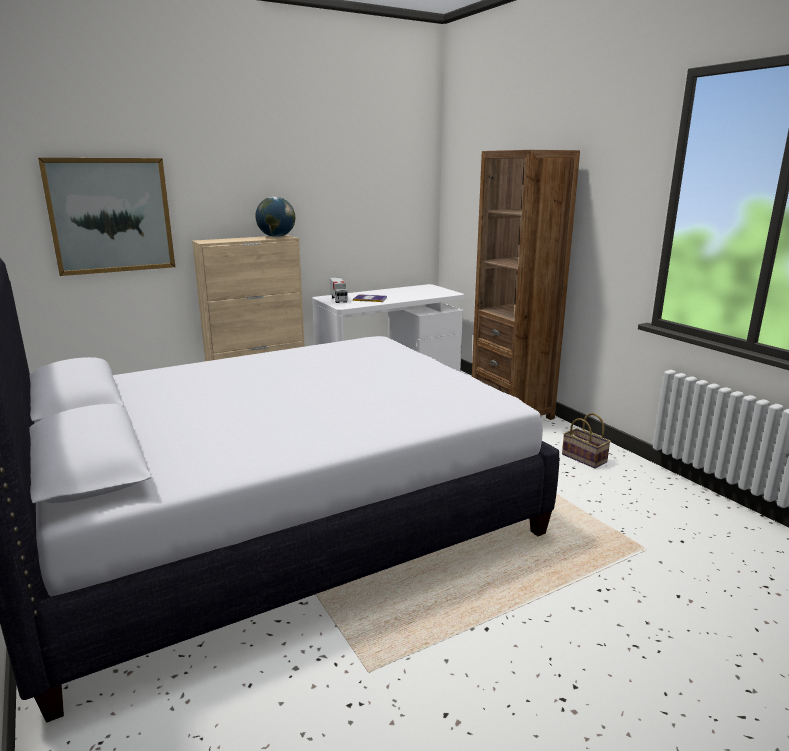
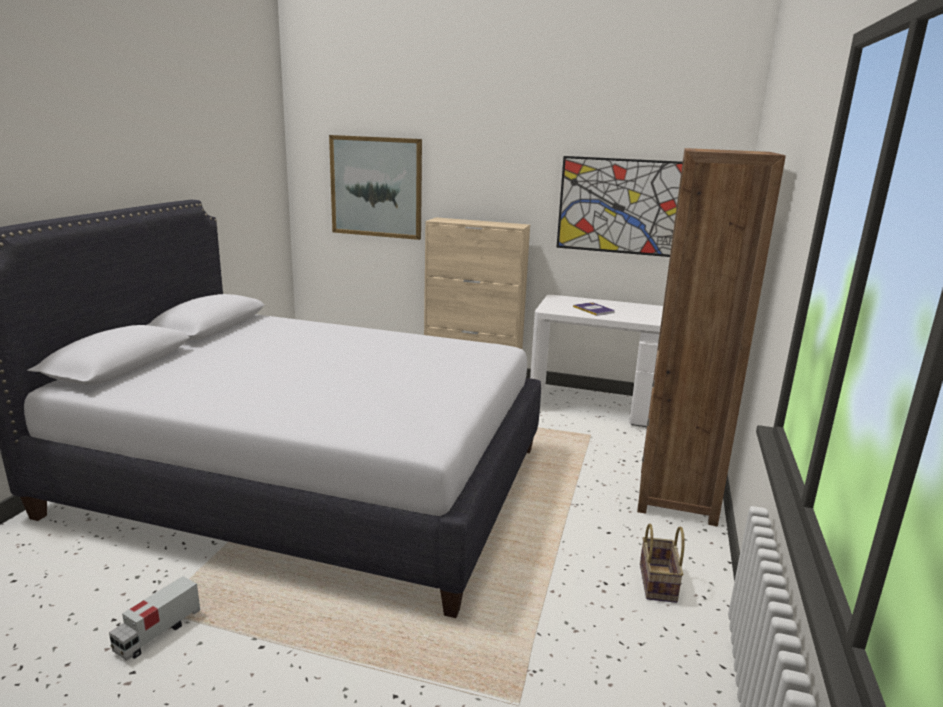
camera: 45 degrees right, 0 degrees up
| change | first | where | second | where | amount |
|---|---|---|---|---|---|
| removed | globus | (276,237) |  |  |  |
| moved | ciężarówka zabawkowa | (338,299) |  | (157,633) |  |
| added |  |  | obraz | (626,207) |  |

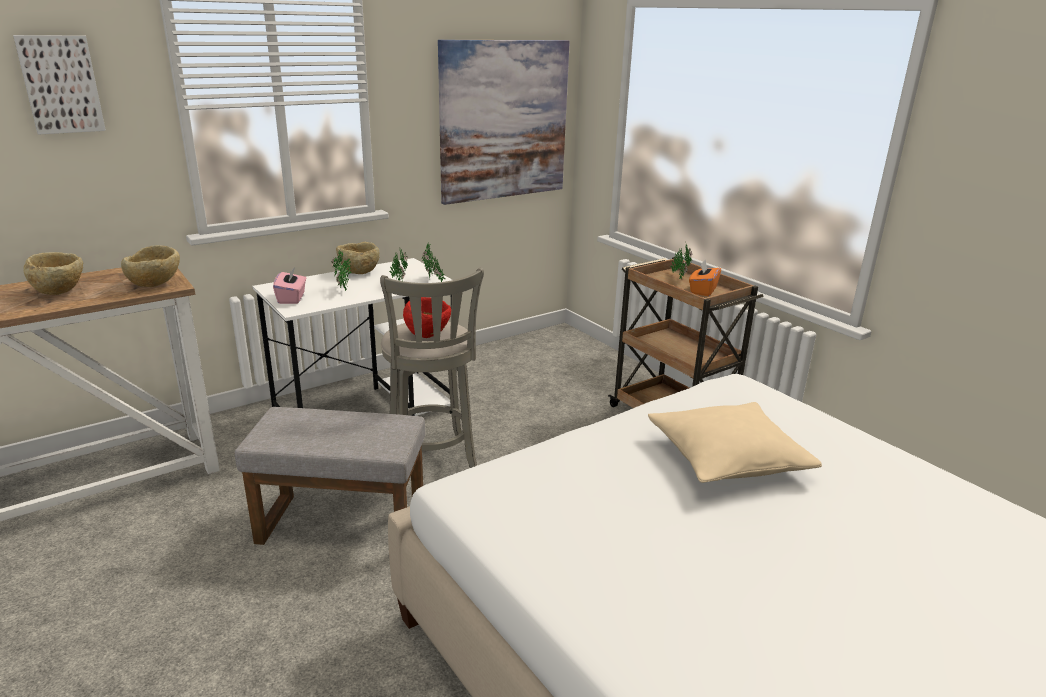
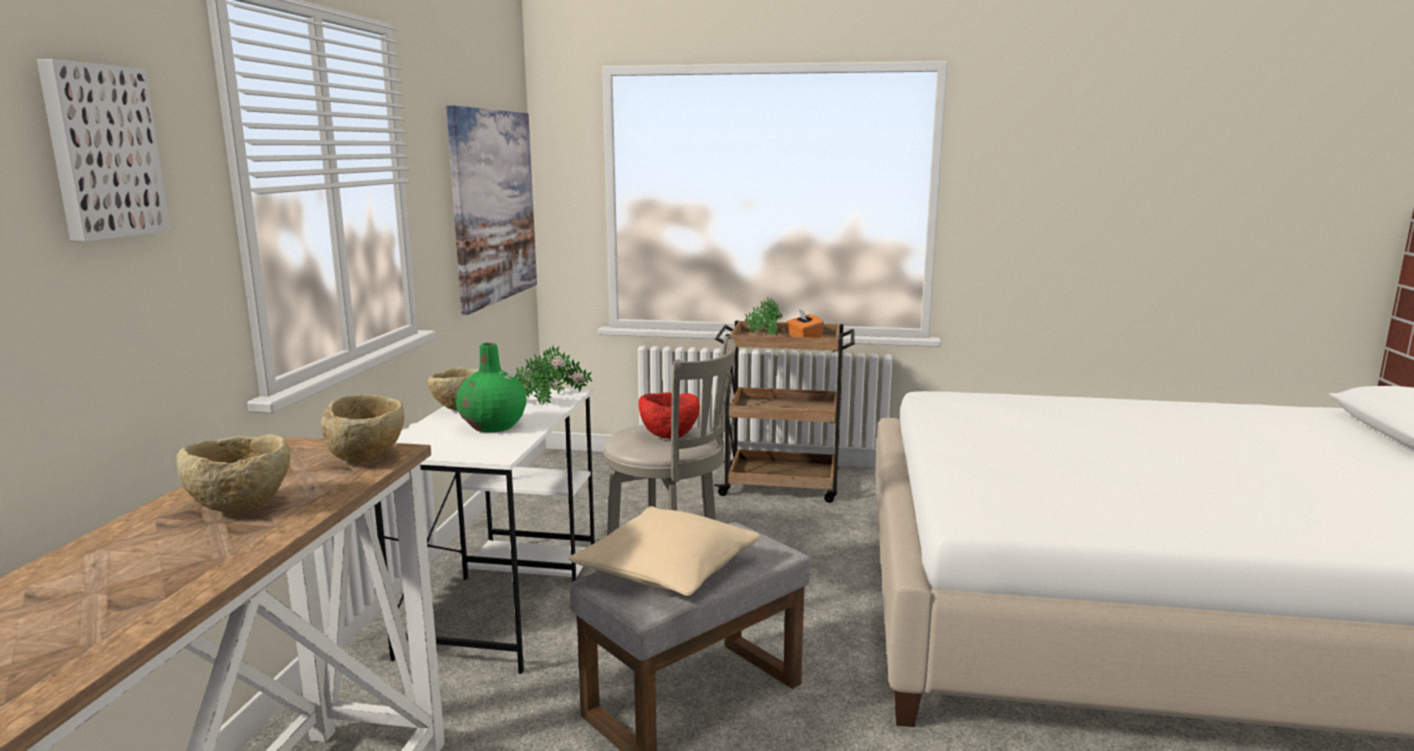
camera: 45 degrees left, 10 degrees down
| change | first | where | second | where | amount |
|---|---|---|---|---|---|
| removed | pudełko chusteczek [różowy] | (292,298) |  |  |  |
| replaced | roślina doniczkowa | (342,290) | wazon [zielony] | (493,426) |  |
| moved | poduszka [beżowy] | (727,458) |  | (667,571) |  |

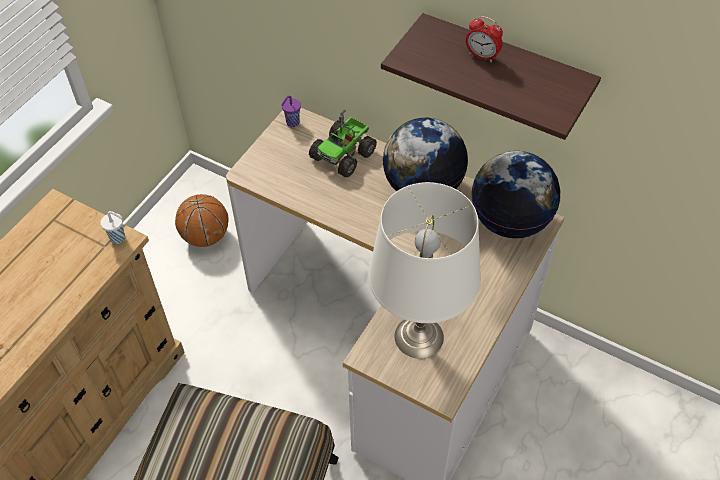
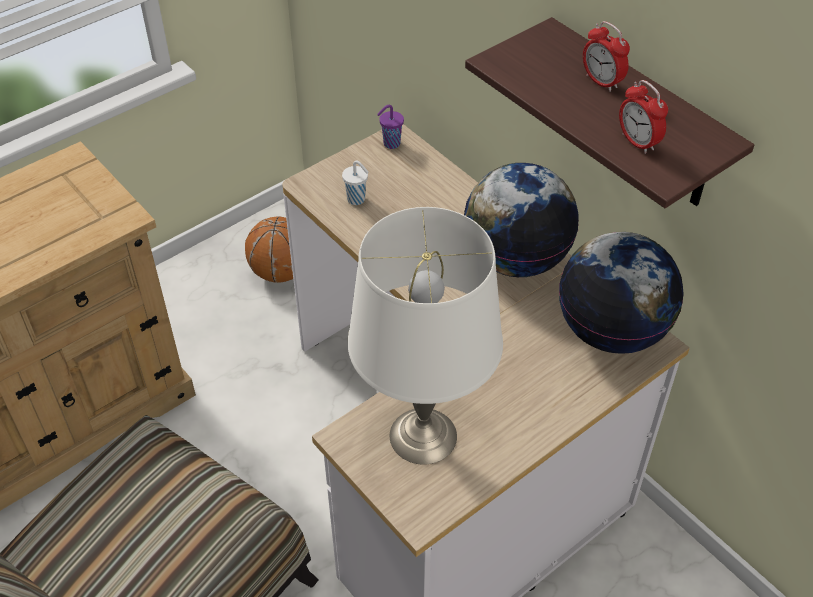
camera: 20 degrees right, 5 degrees down
| change | first | where | second | where | amount |
|---|---|---|---|---|---|
| moved | filiżanka [biały] | (119,238) |  | (357,200) |  |
| removed | ciężarówka zabawkowa | (344,154) |  |  |  |
| added |  |  | budzik | (638,142) |  |

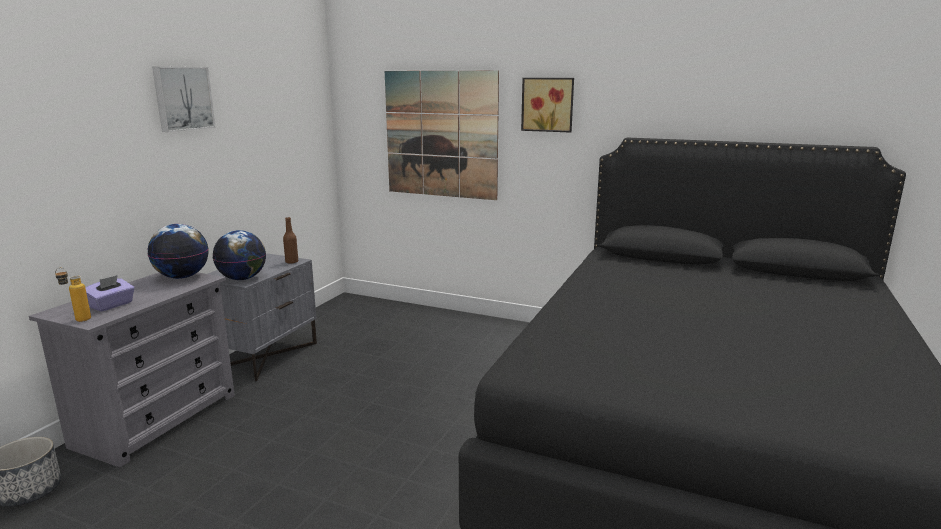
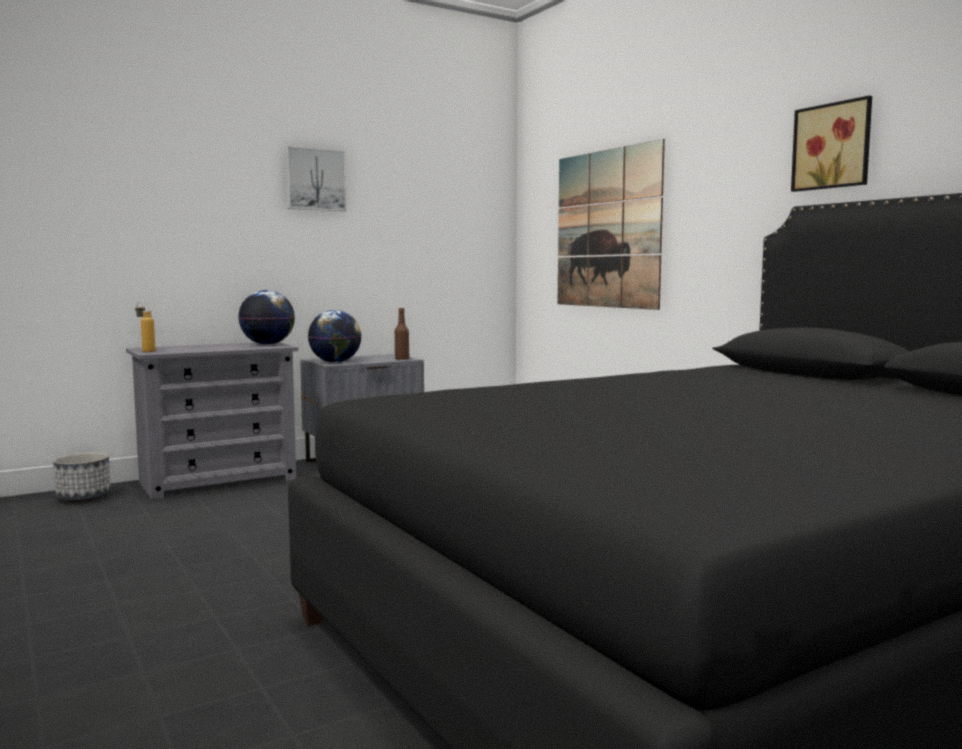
camera: 35 degrees right, 10 degrees down
| change | first | where | second | where | amount |
|---|---|---|---|---|---|
| removed | pudełko chusteczek [fioletowy] | (112,305) |  |  |  |
| moved | obraz | (548,104) |  | (833,146) |  |

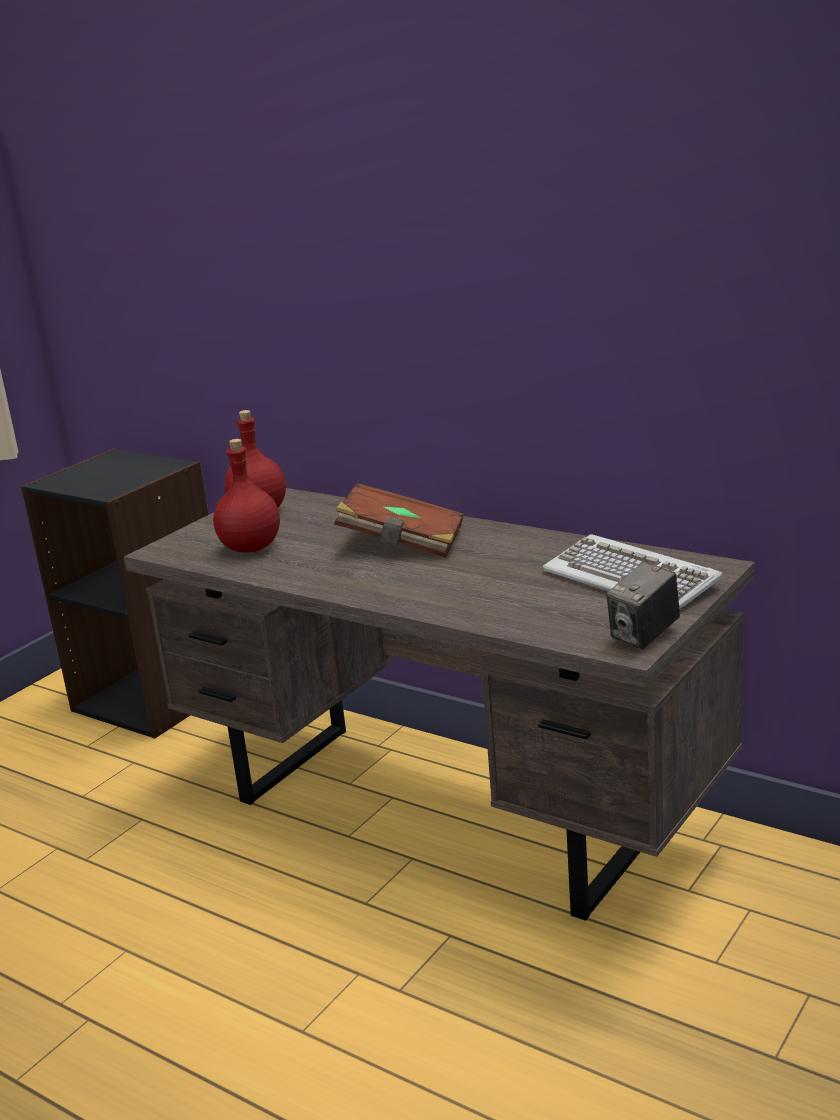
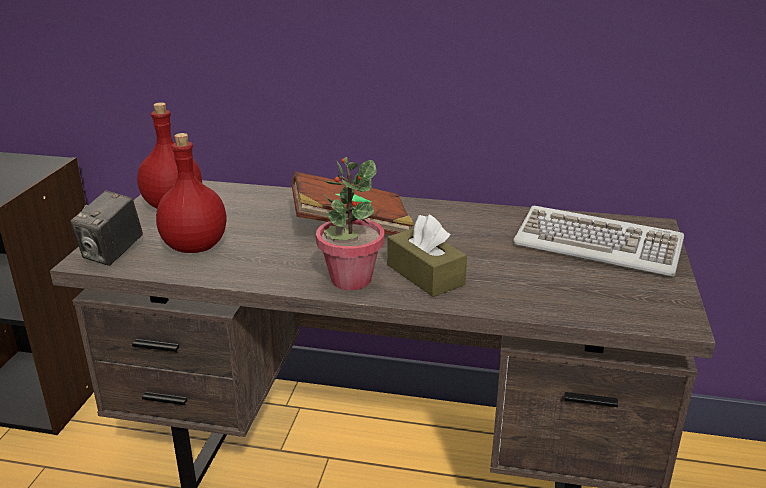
camera: 25 degrees left, 5 degrees up
| change | first | where | second | where | amount |
|---|---|---|---|---|---|
| moved | aparat fotograficzny | (644,636) |  | (113,254) |  |
| added |  |  | roślina doniczkowa | (350,280) |  |
| added |  |  | pudełko chusteczek [brązowy] | (425,275) |  |

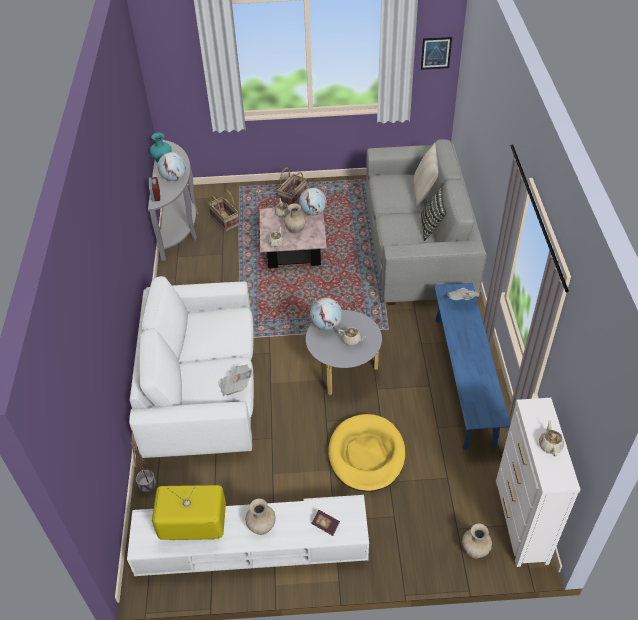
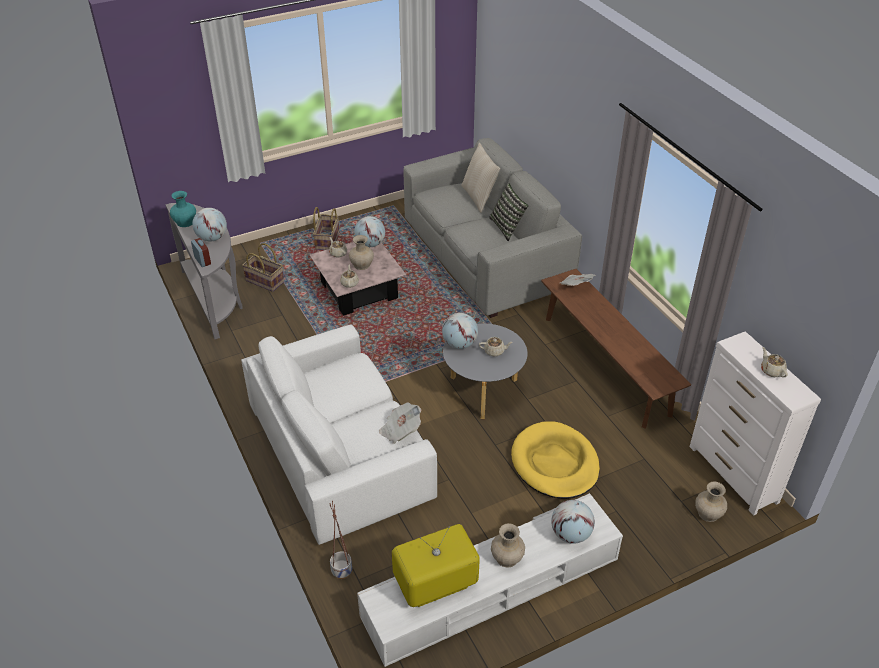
camera: 25 degrees left, 5 degrees down
| change | first | where | second | where | amount |
|---|---|---|---|---|---|
| replaced | książka | (325,525) | globus | (571,534) |  |
| removed | obraz | (436,53) |  |  |  |
| recoloured | ławka [niebieski] | (464,379) | ławka [brązowy] | (605,365) |  |

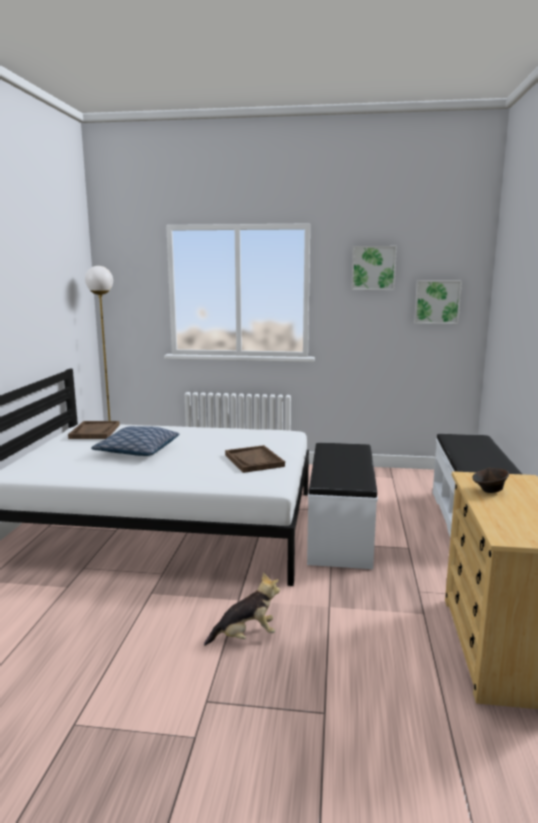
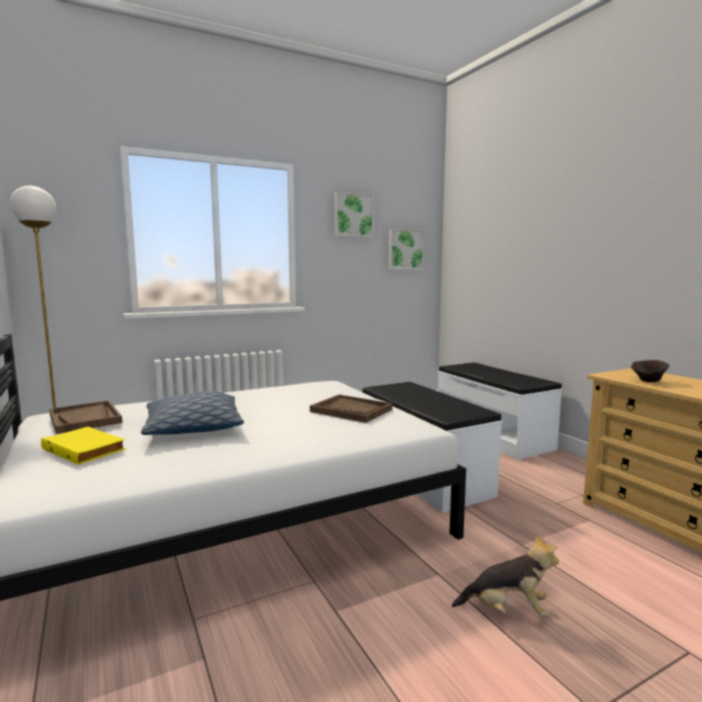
camera: 35 degrees left, 5 degrees down
| change | first | where | second | where | amount |
|---|---|---|---|---|---|
| turned | pluszak | (246,636) |  | (507,610) | 60 degrees clockwise |
| added |  |  | książka [żółty] | (86,449) |  |

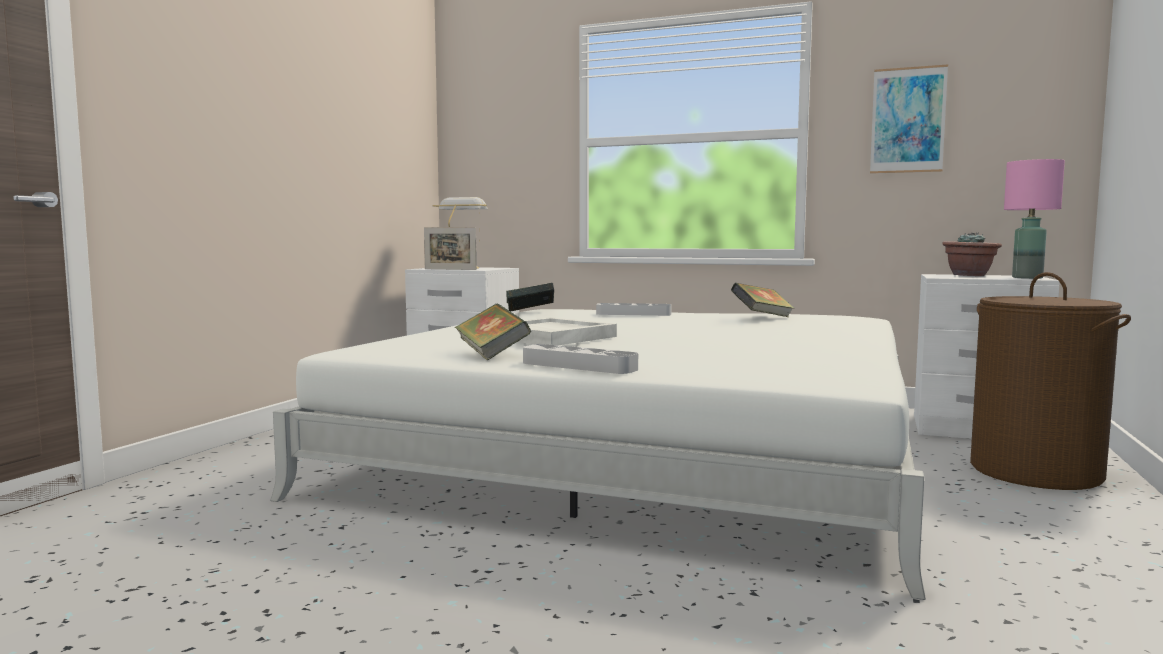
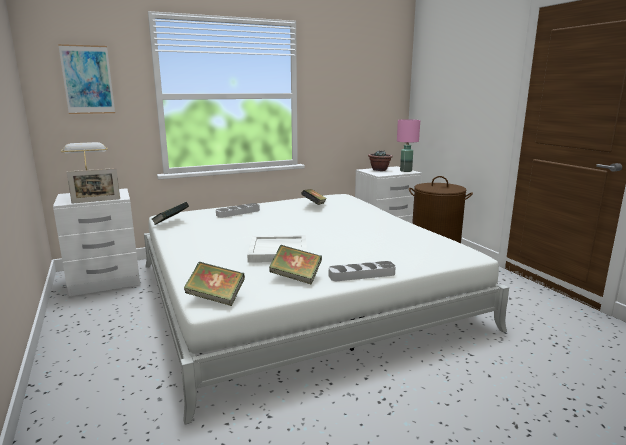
camera: 45 degrees left, 10 degrees up
| change | first | where | second | where | amount |
|---|---|---|---|---|---|
| moved | obraz | (908,120) |  | (87,80) |  |
| added |  |  | książka | (216,298) |  |

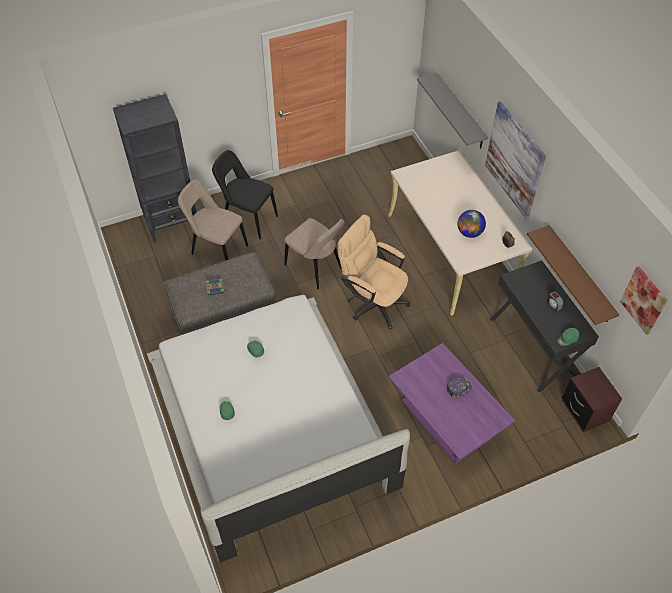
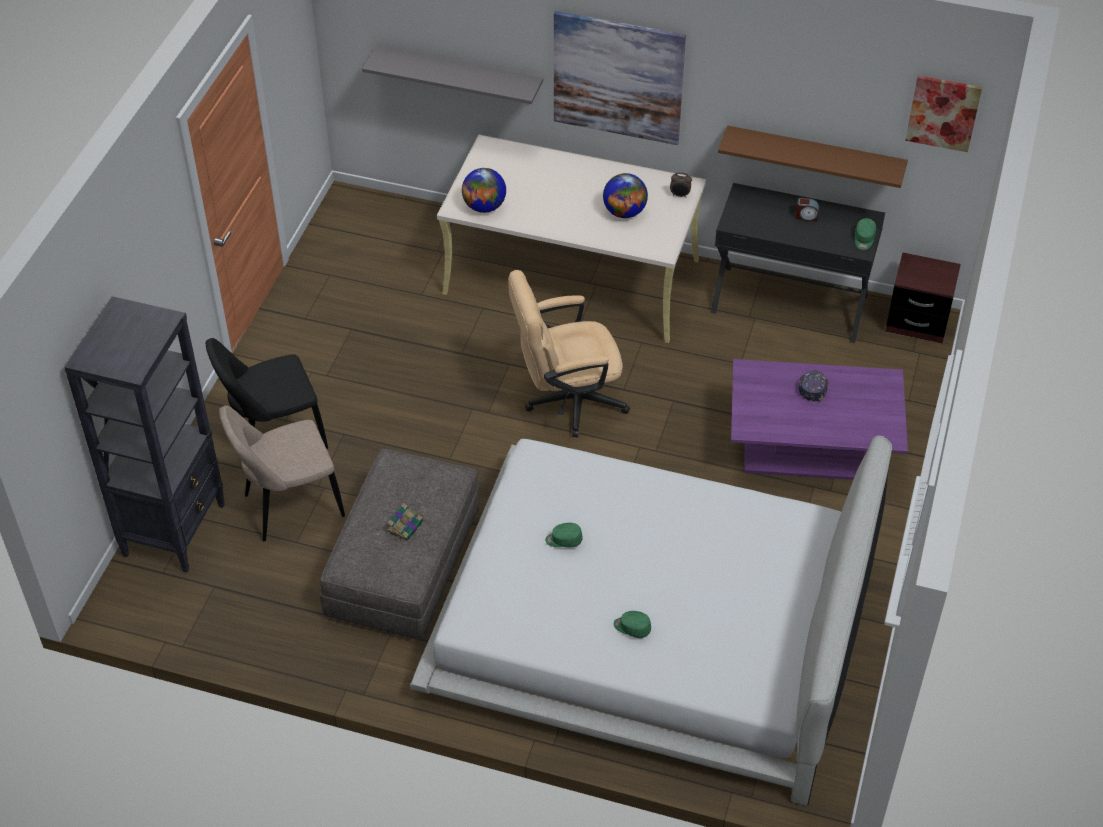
camera: 50 degrees left, 5 degrees down
| change | first | where | second | where | amount |
|---|---|---|---|---|---|
| removed | krzesło [beżowy] | (315,268) |  |  |  |
| added |  |  | globus | (484,207) |  |

